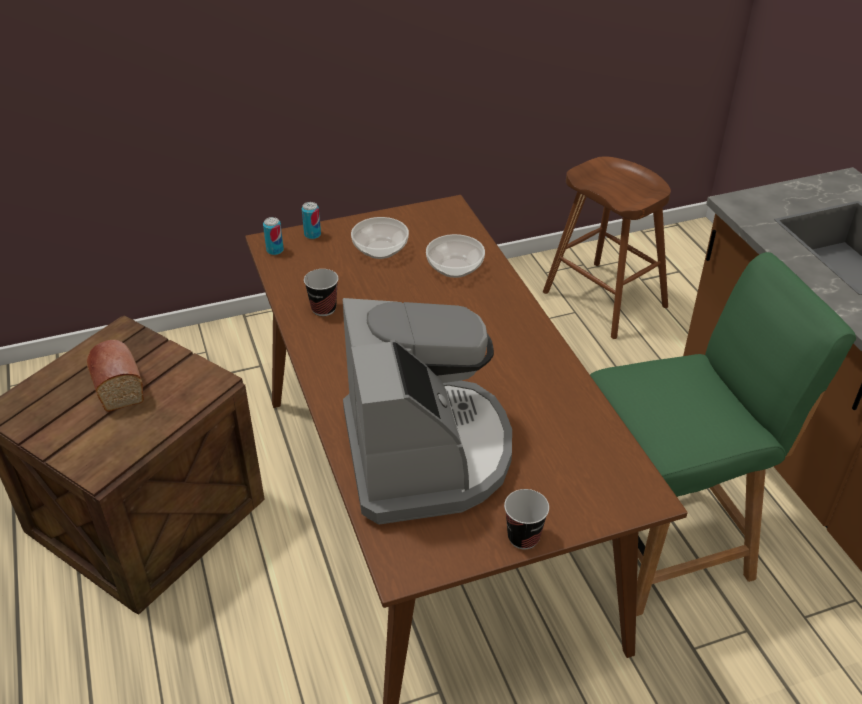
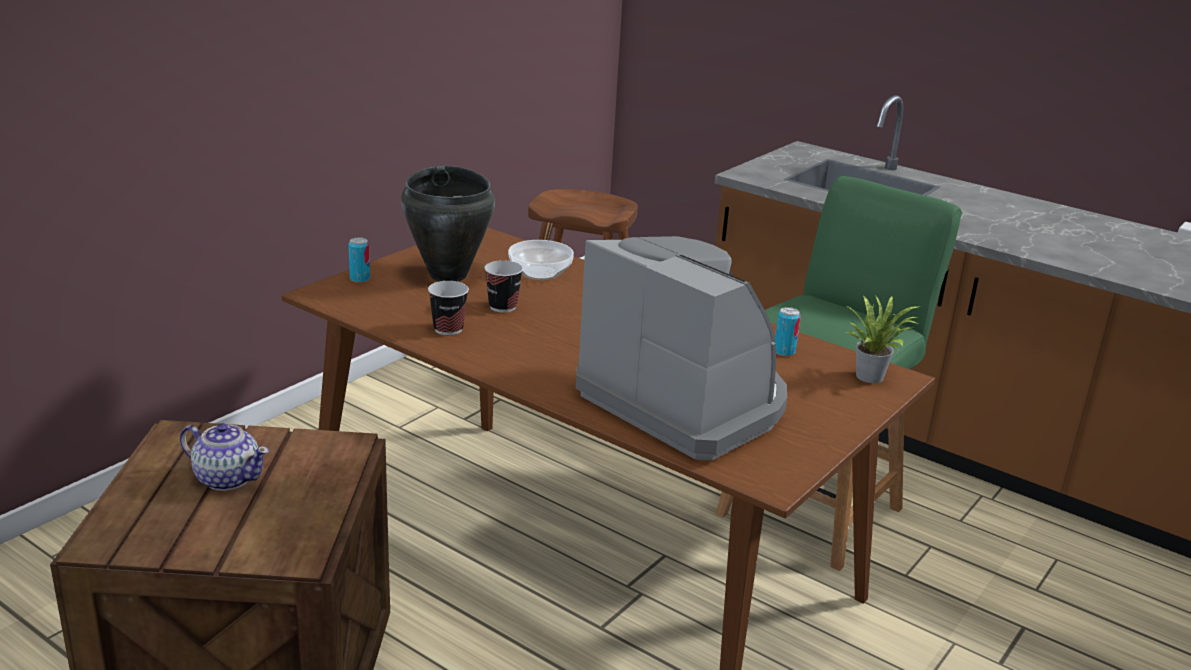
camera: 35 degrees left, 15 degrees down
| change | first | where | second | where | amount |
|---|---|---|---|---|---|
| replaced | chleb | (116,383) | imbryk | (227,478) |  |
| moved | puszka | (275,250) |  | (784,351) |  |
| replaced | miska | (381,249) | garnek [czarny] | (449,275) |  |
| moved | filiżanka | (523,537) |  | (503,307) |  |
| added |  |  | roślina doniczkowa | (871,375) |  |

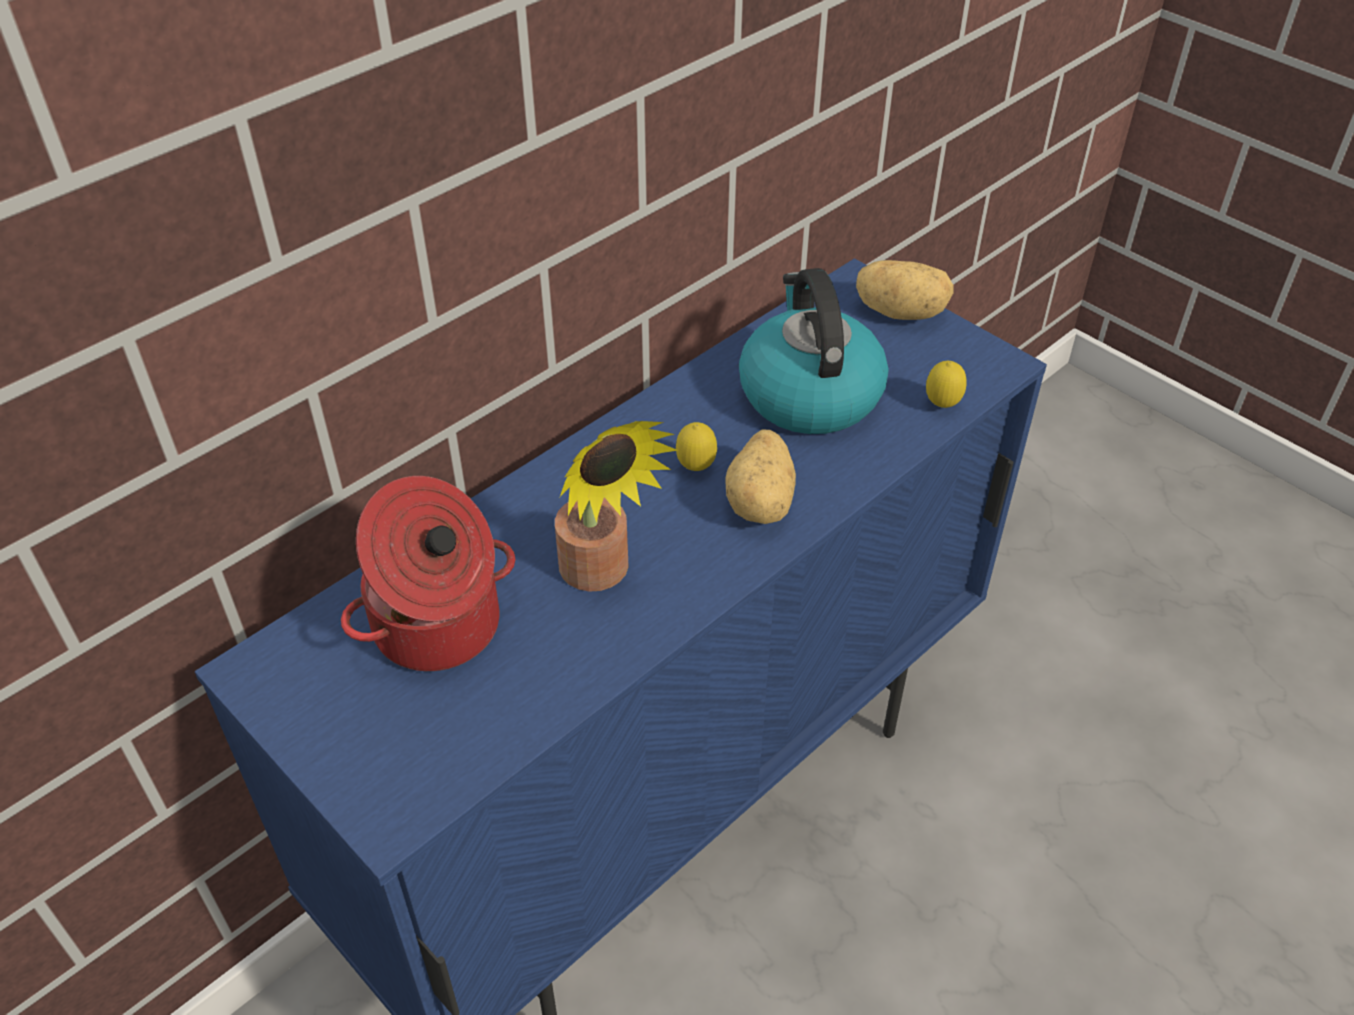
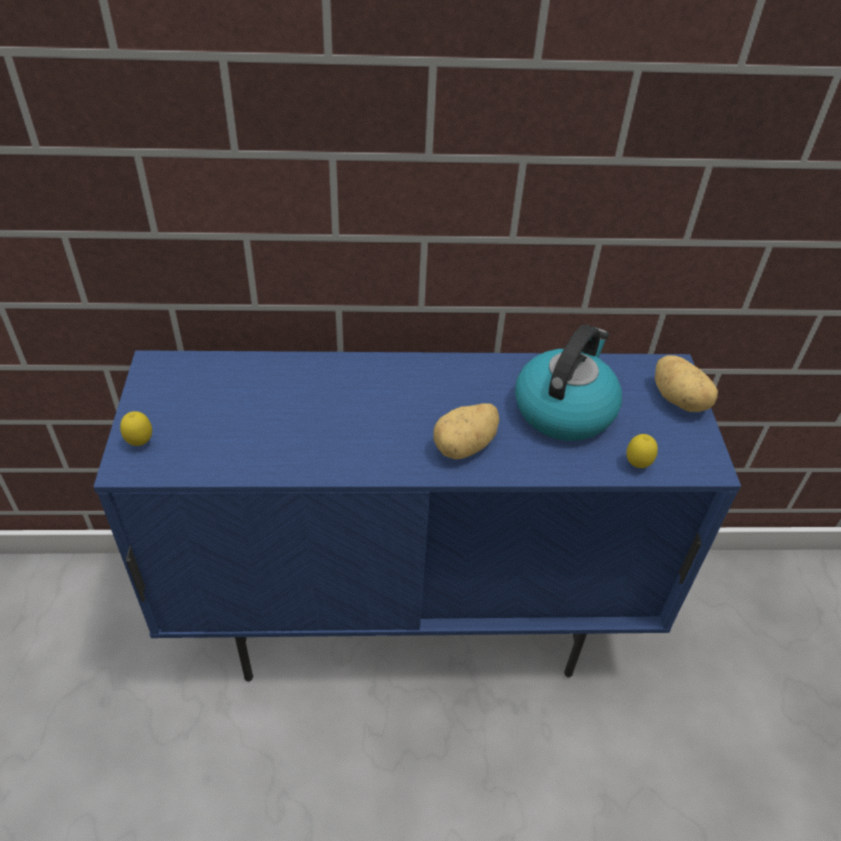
camera: 40 degrees right, 0 degrees up
| change | first | where | second | where | amount |
|---|---|---|---|---|---|
| removed | garnek | (439,628) |  |  |  |
| removed | roślina doniczkowa | (601,575) |  |  |  |
| moved | cytryna | (696,468) |  | (140,443) |  |

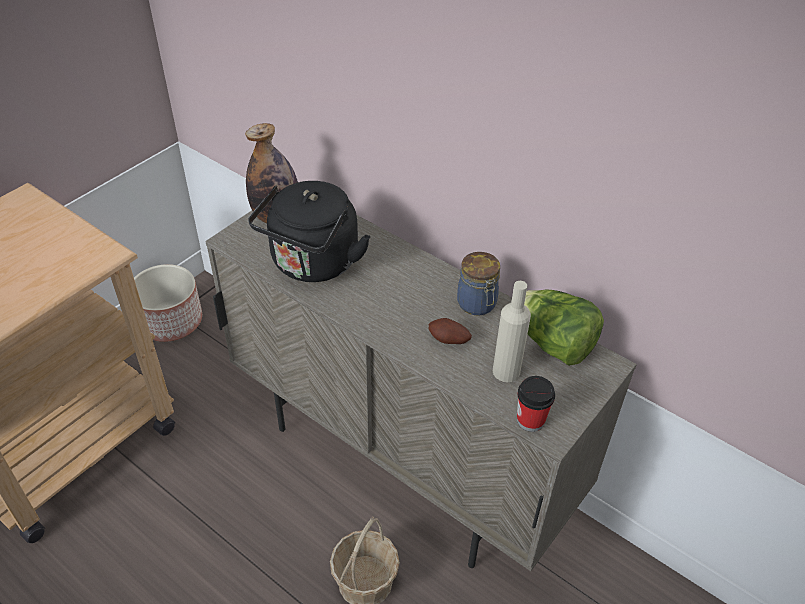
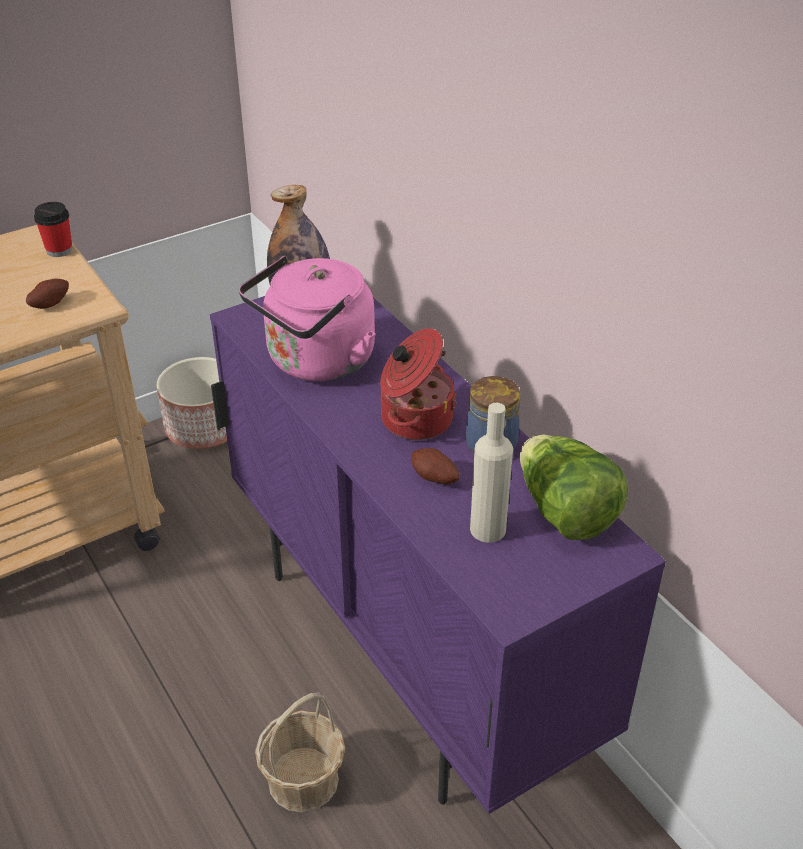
camera: 20 degrees right, 5 degrees down
| change | first | where | second | where | amount |
|---|---|---|---|---|---|
| recoloured | szafka [beżowy] | (402,462) | szafka [fioletowy] | (407,653) |  |
| recoloured | czajnik [czarny] | (313,264) | czajnik [różowy] | (316,362) |  |
| moved | filiżanka | (530,420) |  | (59,250) |  |
| added |  |  | ziemniak | (49,303) |  |
| added |  |  | garnek | (414,419) |  |

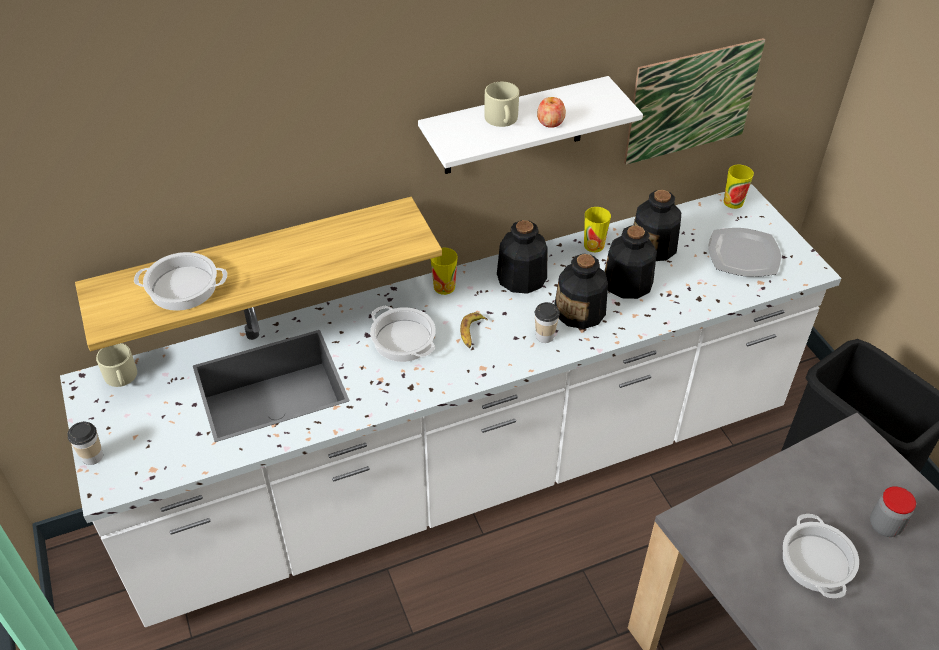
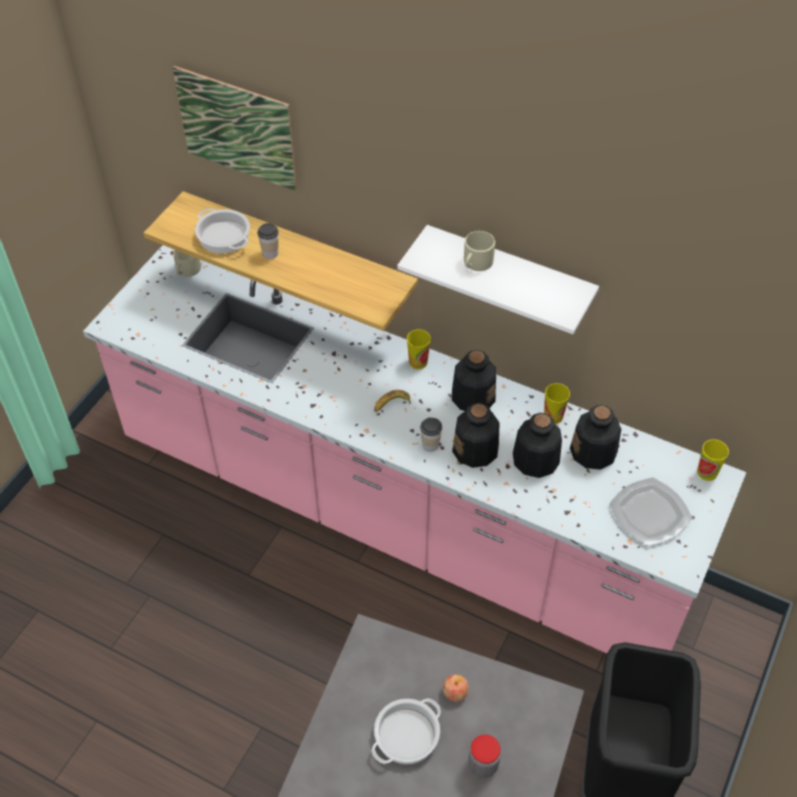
camera: 50 degrees right, 5 degrees up
| change | first | where | second | where | amount |
|---|---|---|---|---|---|
| recoloured | zabudowa kuchenna [biały] | (468,472) | zabudowa kuchenna [różowy] | (398,517) |  |
| moved | filiżanka | (92,456) |  | (270,253) |  |
| removed | garnek | (404,340) |  |  |  |
| moved | jabłko | (550,122) |  | (455,692) |  |
| moved | obraz | (692,101) |  | (236,128) |  |

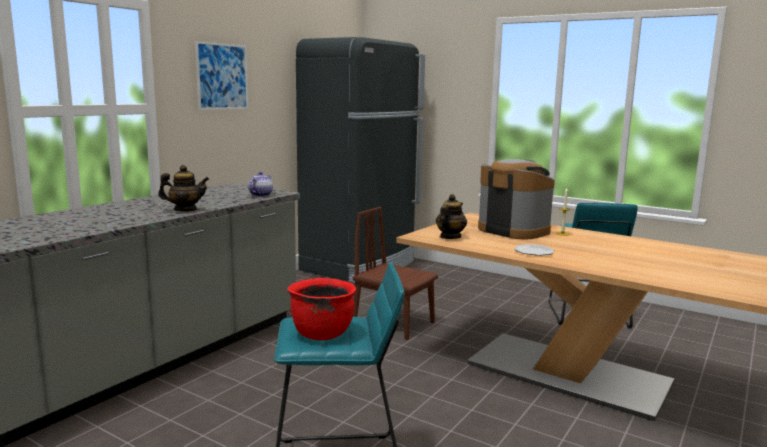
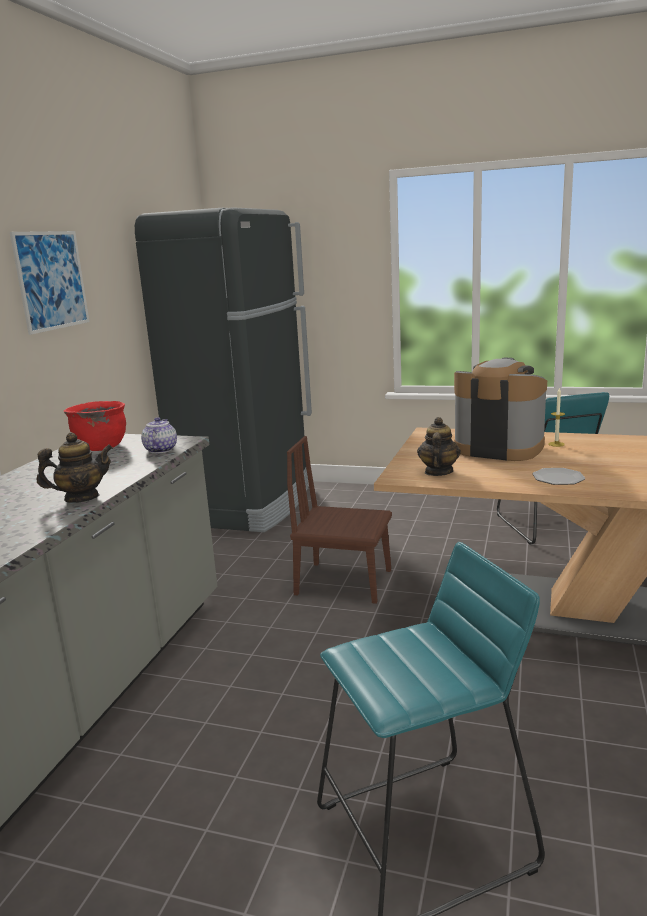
camera: 15 degrees left, 5 degrees up
| change | first | where | second | where | amount |
|---|---|---|---|---|---|
| moved | garnek [czerwony] | (322,333) |  | (101,447) |  |

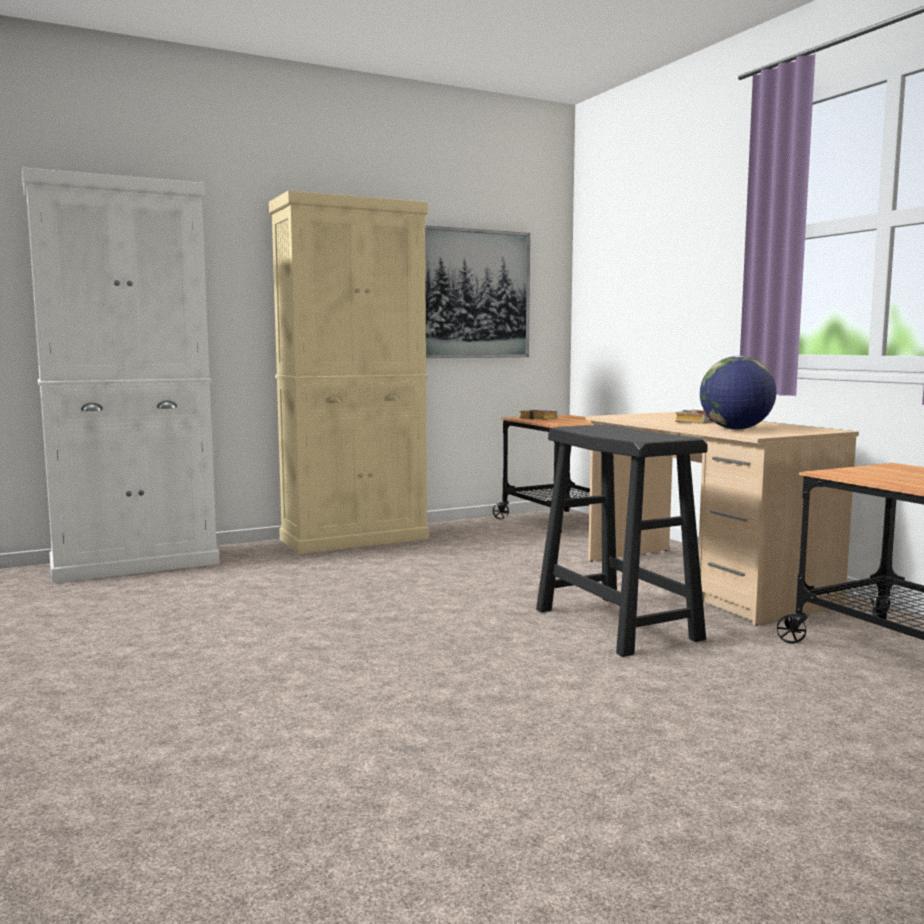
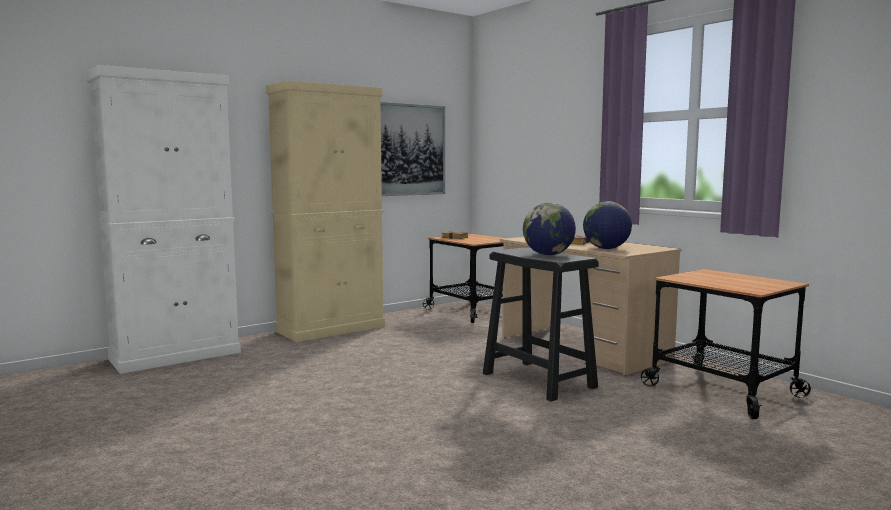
camera: 10 degrees left, 0 degrees up
| change | first | where | second | where | amount |
|---|---|---|---|---|---|
| added |  |  | globus | (548,255) |  |

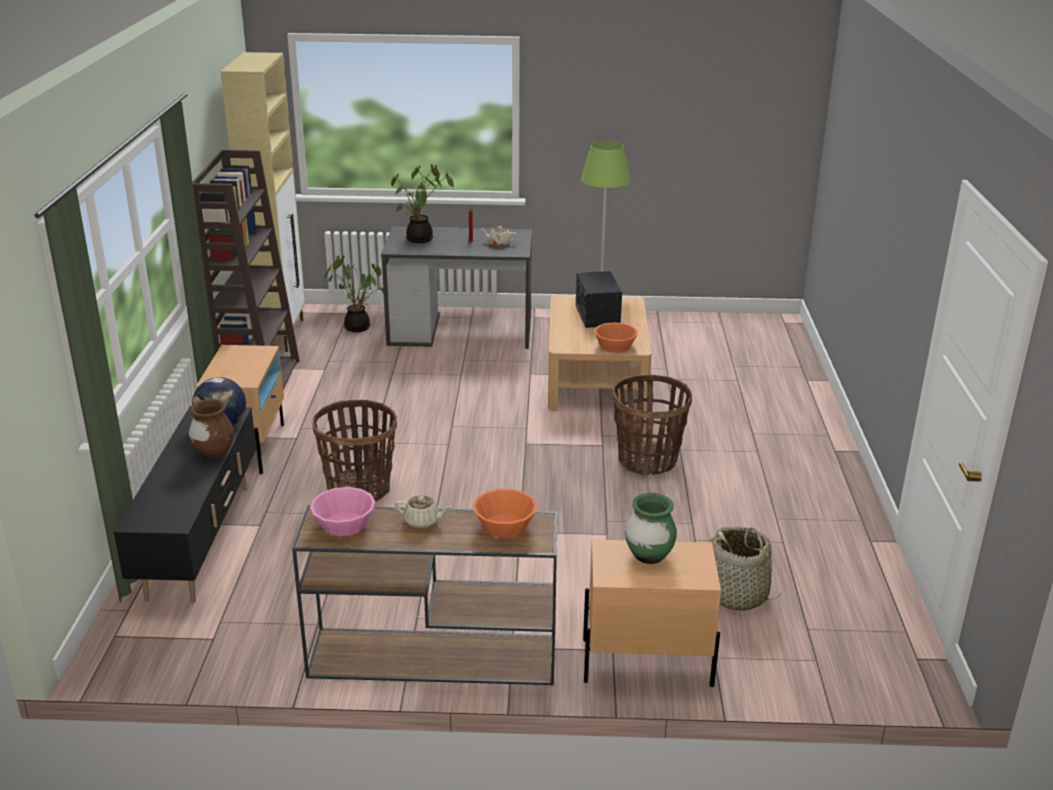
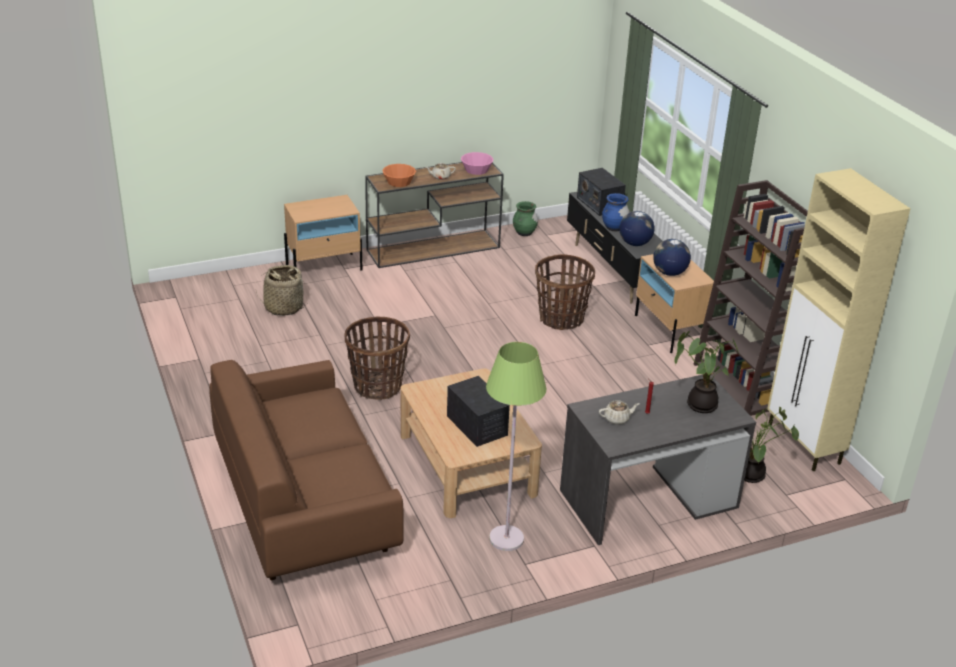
camera: 155 degrees right, 5 degrees up
| change | first | where | second | where | amount |
|---|---|---|---|---|---|
| recoloured | wazon [brązowy] | (214,453) | wazon [niebieski] | (614,228) |  |
| removed | miska [pomarańczowy] | (615,346) |  |  |  |
| moved | wazon [zielony] | (648,556) |  | (524,233) |  |
| added |  |  | kanapa [brązowy] | (304,503) |  |
| added |  |  | radio | (599,204) |  |
| added |  |  | globus | (669,273) |  |

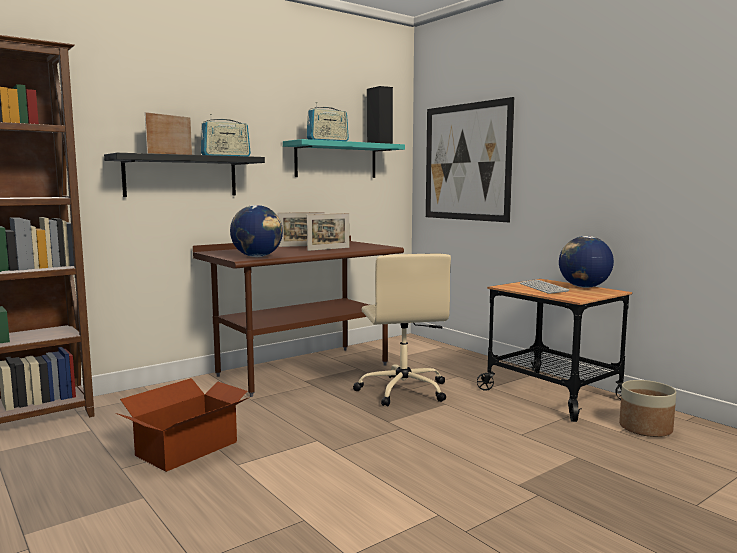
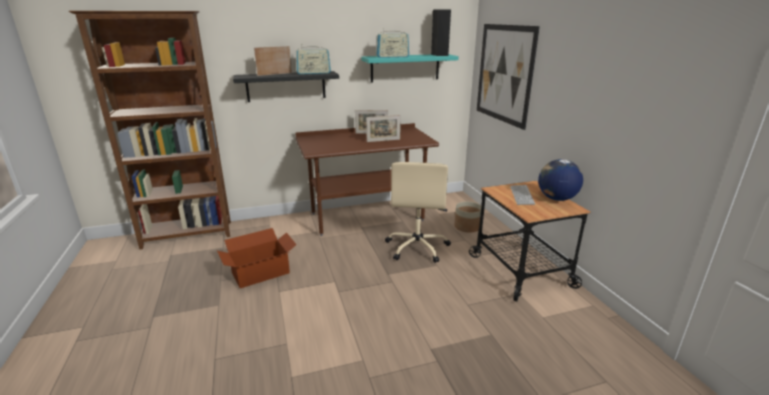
camera: 20 degrees right, 15 degrees up
| change | first | where | second | where | amount |
|---|---|---|---|---|---|
| removed | globus | (257,256) |  |  |  |
| moved | donica | (645,428) |  | (467,227) |  |

